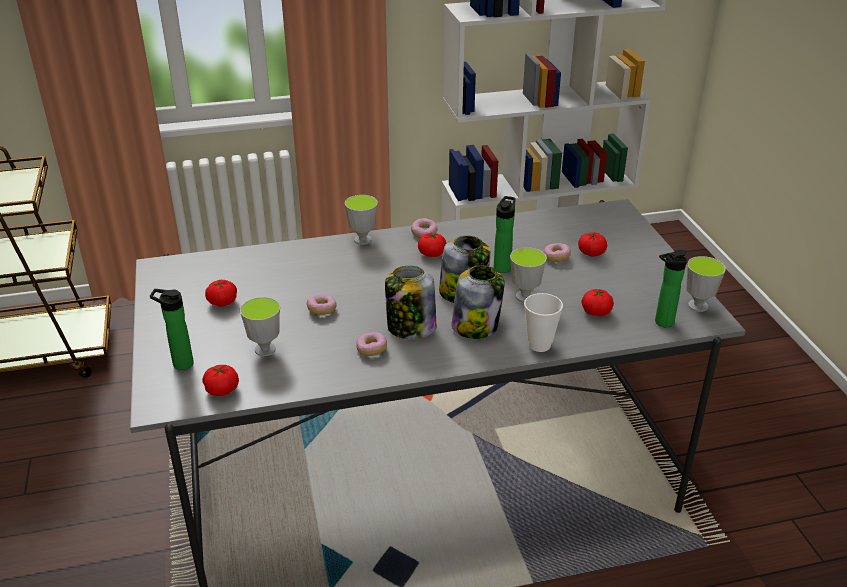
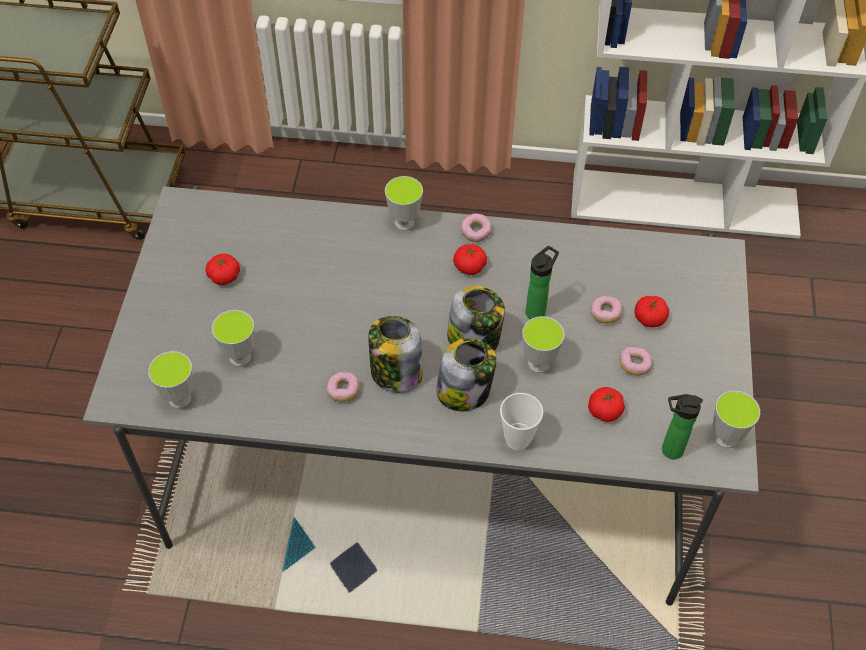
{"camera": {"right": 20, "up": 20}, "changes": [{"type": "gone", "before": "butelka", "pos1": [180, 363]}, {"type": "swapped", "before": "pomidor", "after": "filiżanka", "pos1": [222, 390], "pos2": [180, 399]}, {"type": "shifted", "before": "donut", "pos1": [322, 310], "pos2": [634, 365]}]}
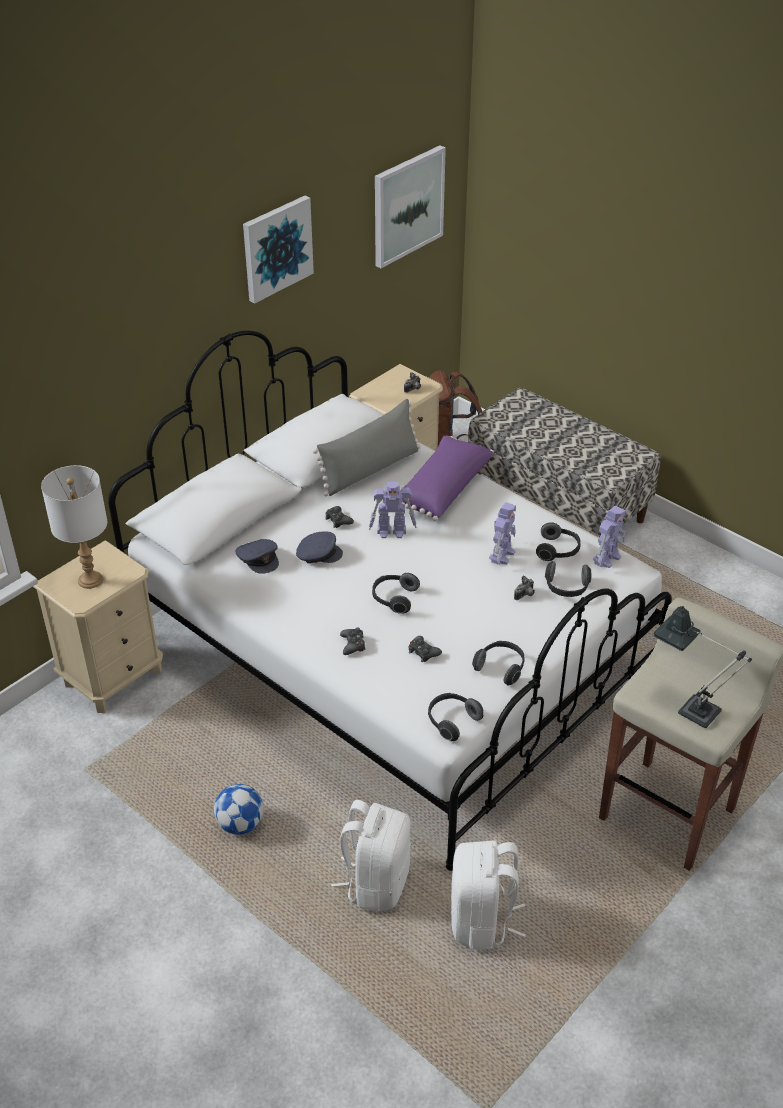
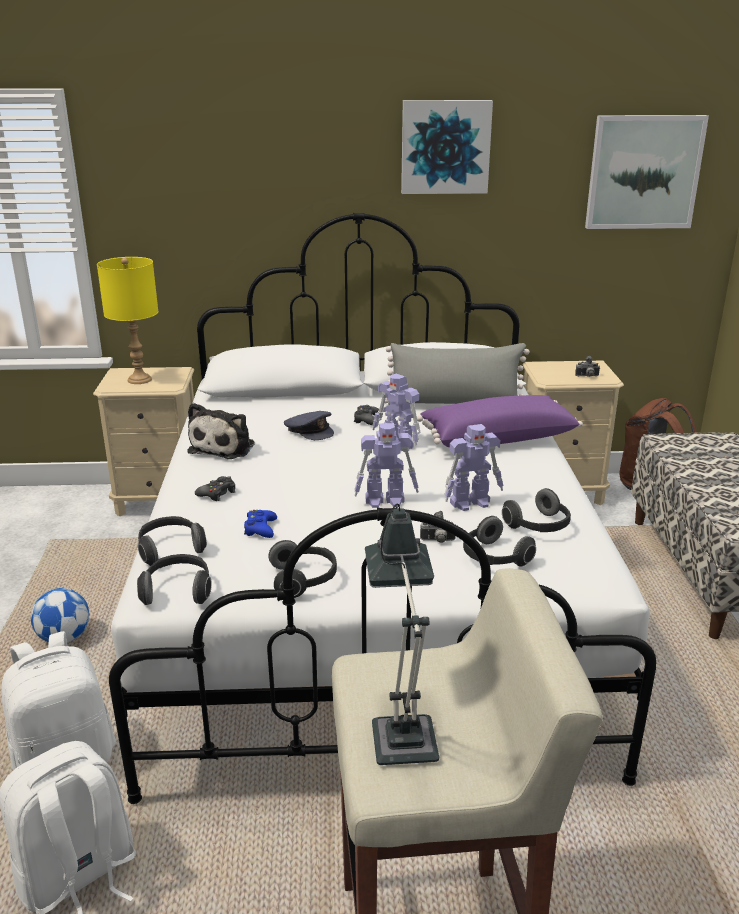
{"camera": {"right": 45, "up": -15}, "changes": [{"type": "repainted", "before": "lampa stołowa/biały", "after": "lampa stołowa/żółty", "pos1": [91, 580], "pos2": [140, 380]}, {"type": "gone", "before": "czapka z daszkiem/szary", "pos1": [259, 559]}, {"type": "shifted", "before": "słuchawki", "pos1": [394, 599], "pos2": [170, 549]}, {"type": "repainted", "before": "pad do gier/czarny", "after": "pad do gier/niebieski", "pos1": [423, 652], "pos2": [260, 529]}, {"type": "shifted", "before": "robot zabawkowy", "pos1": [607, 558], "pos2": [386, 501]}, {"type": "new", "after": "pluszak", "pos2": [224, 447]}]}
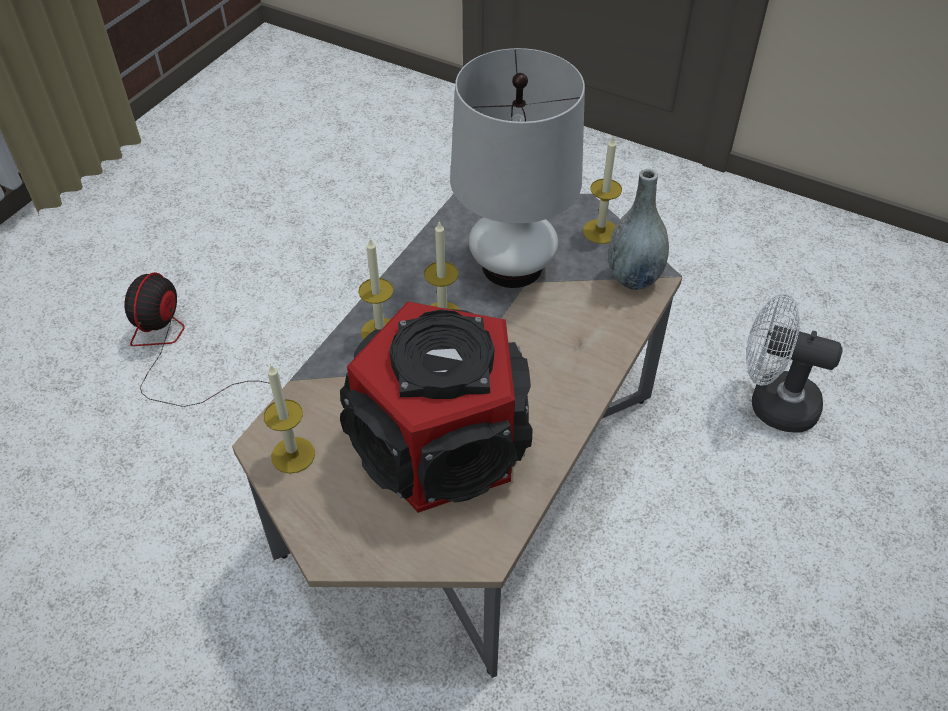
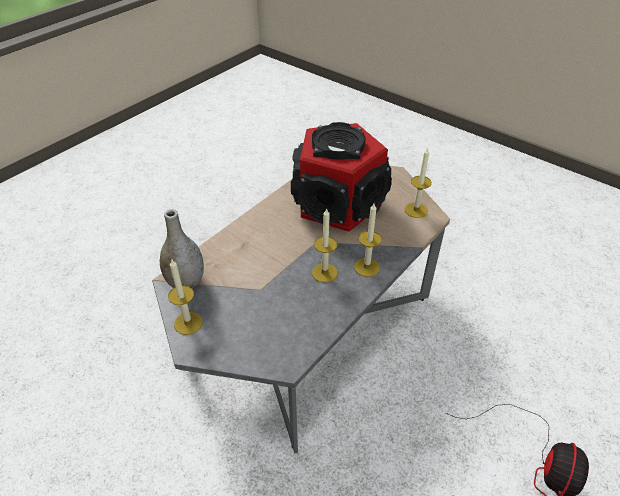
{"camera": {"right": -170, "up": -5}, "changes": [{"type": "gone", "before": "lampa stołowa/biały", "pos1": [512, 266]}, {"type": "gone", "before": "wentylator/biały", "pos1": [772, 403]}]}
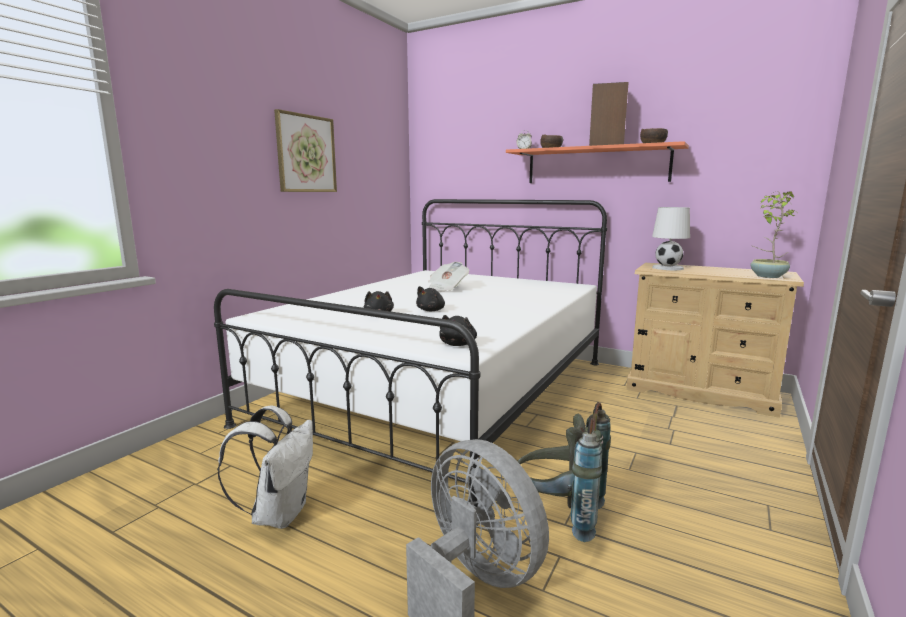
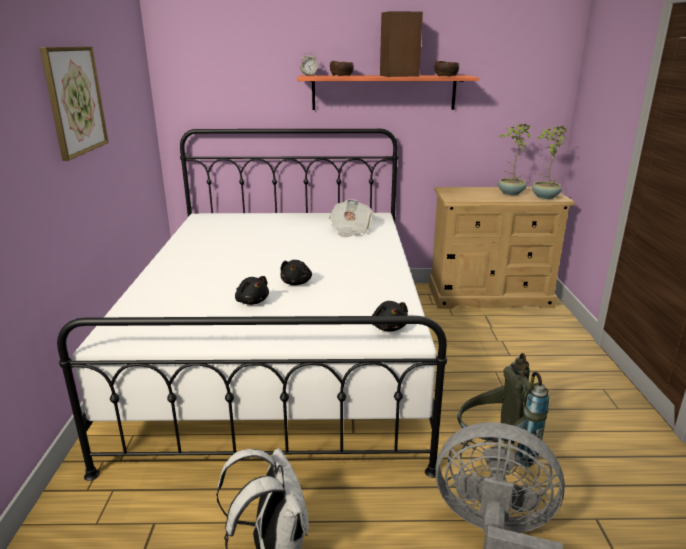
{"camera": {"right": -30, "up": 10}, "changes": [{"type": "shifted", "before": "gazeta", "pos1": [446, 289], "pos2": [350, 230]}, {"type": "gone", "before": "lampa stołowa/biały", "pos1": [667, 268]}, {"type": "new", "after": "roślina doniczkowa", "pos2": [510, 193]}]}
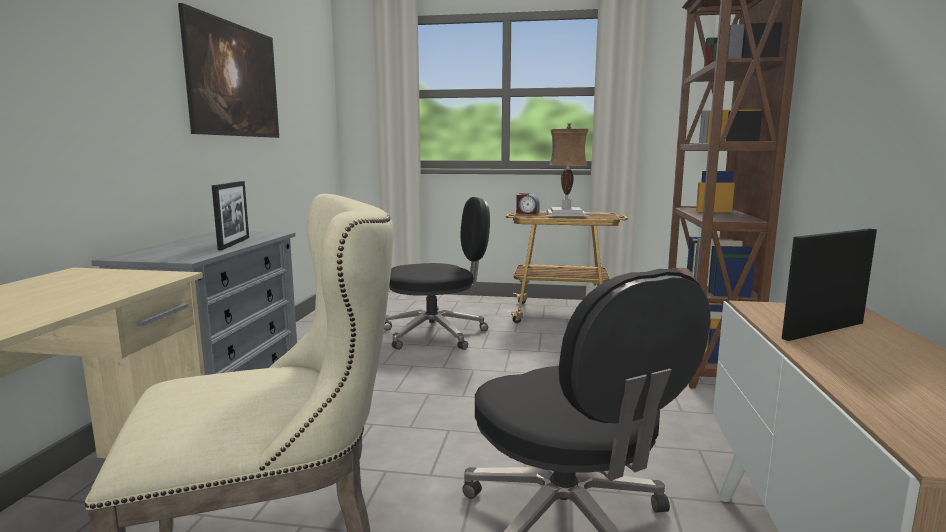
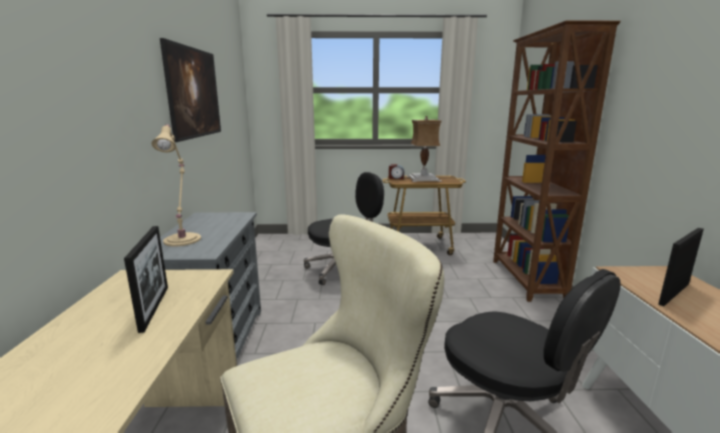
{"camera": {"right": -10, "up": 5}, "changes": [{"type": "shifted", "before": "ramka na zdjęcie", "pos1": [234, 243], "pos2": [154, 307]}, {"type": "new", "after": "lampa stołowa/beżowy", "pos2": [183, 239]}]}
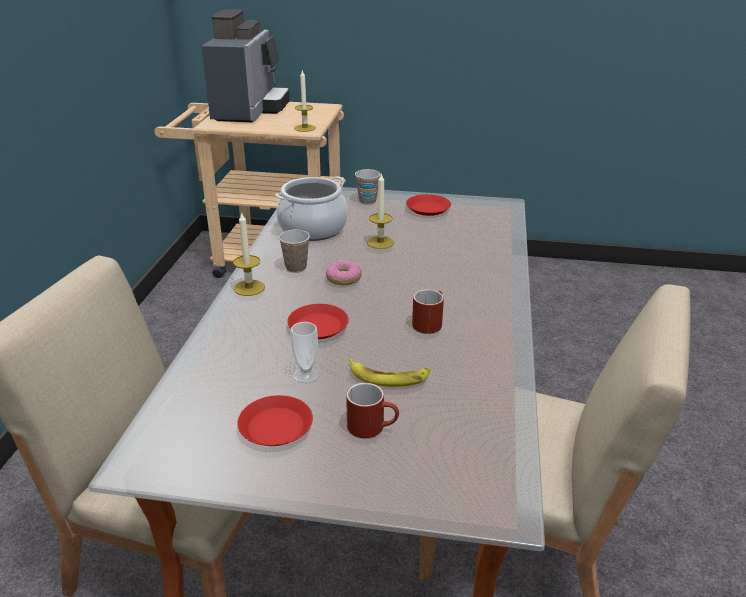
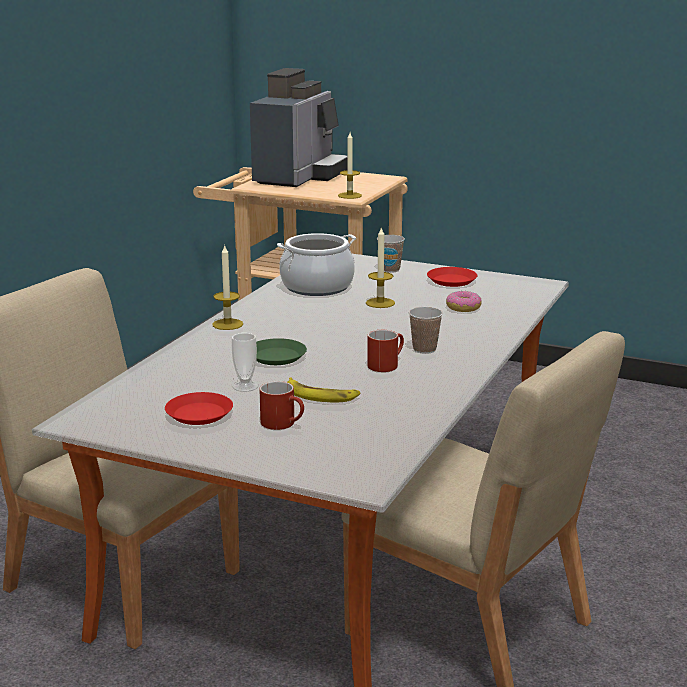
{"camera": {"right": 15, "up": -10}, "changes": [{"type": "shifted", "before": "filiżanka", "pos1": [296, 267], "pos2": [424, 349]}, {"type": "repainted", "before": "talerz/czerwony", "after": "talerz/zielony", "pos1": [318, 326], "pos2": [277, 356]}, {"type": "shifted", "before": "donut", "pos1": [343, 279], "pos2": [463, 308]}]}
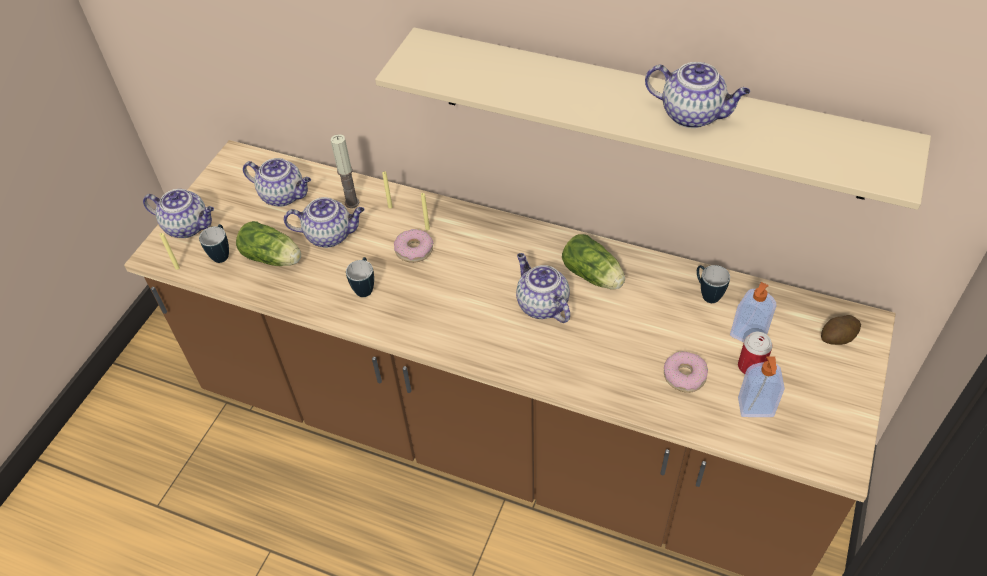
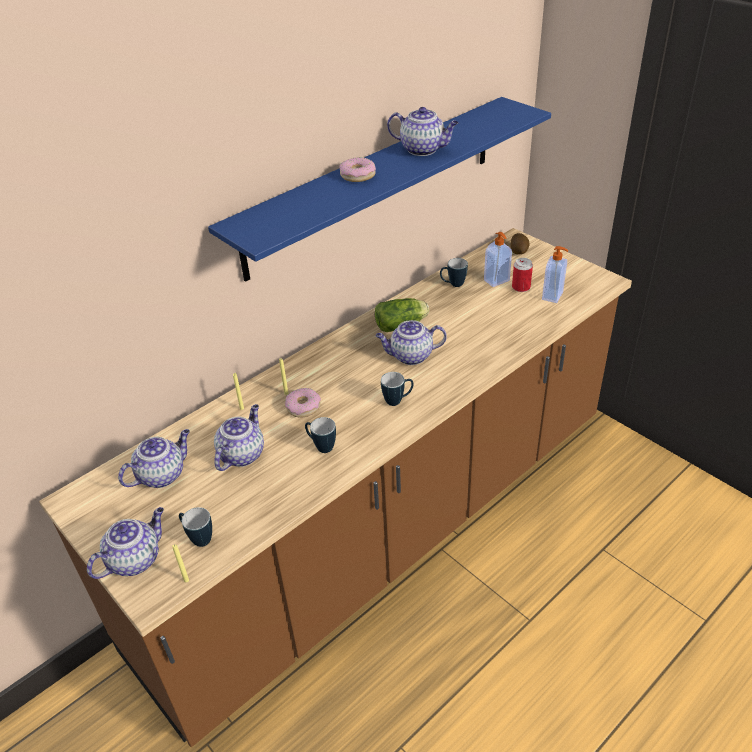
{"camera": {"right": -65, "up": -10}, "changes": [{"type": "gone", "before": "sałata", "pos1": [274, 258]}, {"type": "gone", "before": "świeca", "pos1": [352, 202]}, {"type": "repainted", "before": "półka/beżowy", "after": "półka/niebieski", "pos1": [648, 113], "pos2": [374, 185]}, {"type": "rotated", "before": "imbryk", "pos1": [693, 115], "pos2": [423, 149], "turn": 60}, {"type": "shifted", "before": "donut", "pos1": [684, 376], "pos2": [357, 175]}, {"type": "new", "after": "kubek", "pos2": [397, 400]}]}
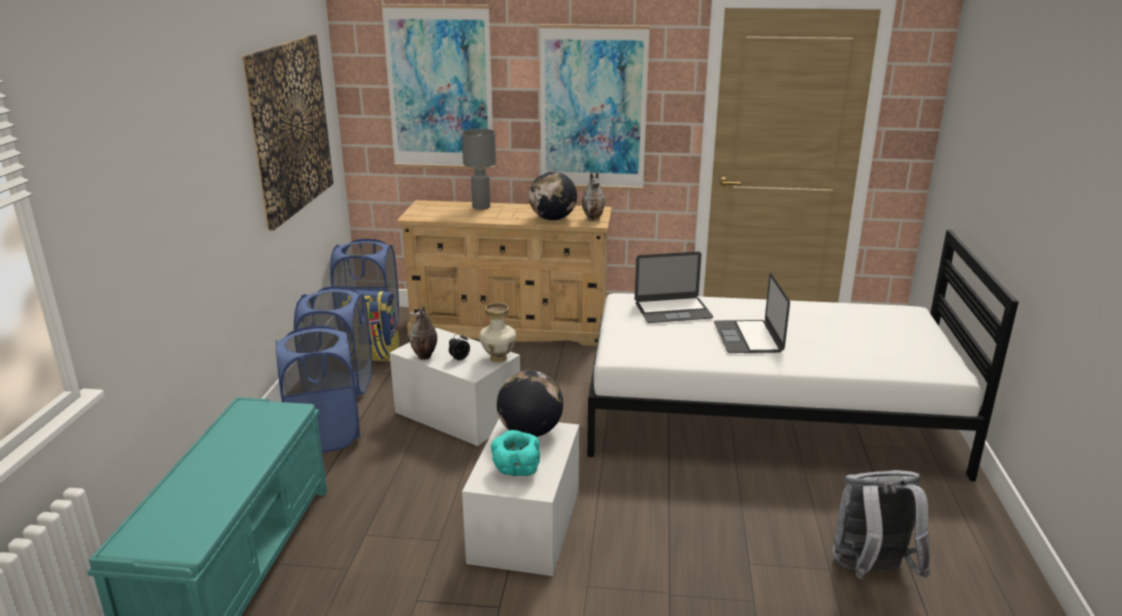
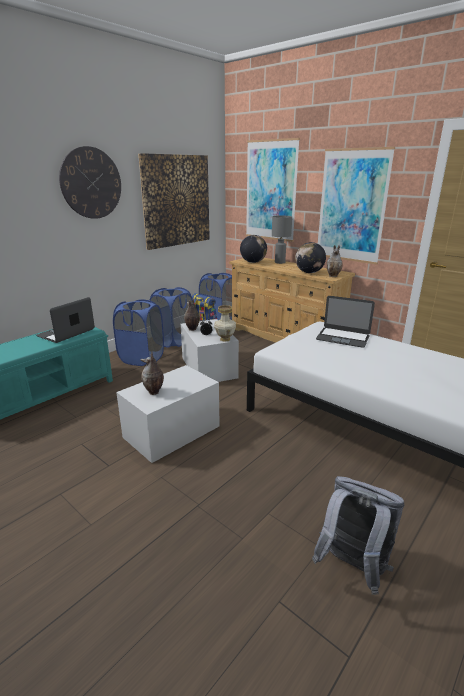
{"camera": {"right": 35, "up": 0}, "changes": [{"type": "swapped", "before": "miska/turkusowy", "after": "wazon", "pos1": [516, 470], "pos2": [154, 392]}, {"type": "shifted", "before": "globus", "pos1": [530, 432], "pos2": [253, 262]}, {"type": "shifted", "before": "laptop", "pos1": [748, 337], "pos2": [66, 333]}, {"type": "new", "after": "zegar ścienny", "pos2": [91, 183]}]}
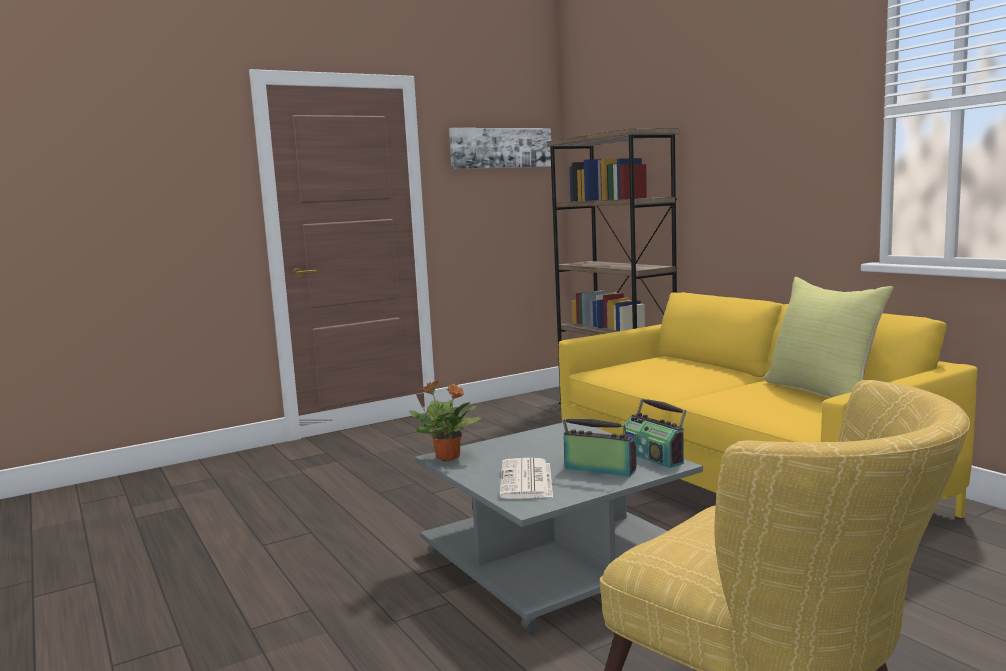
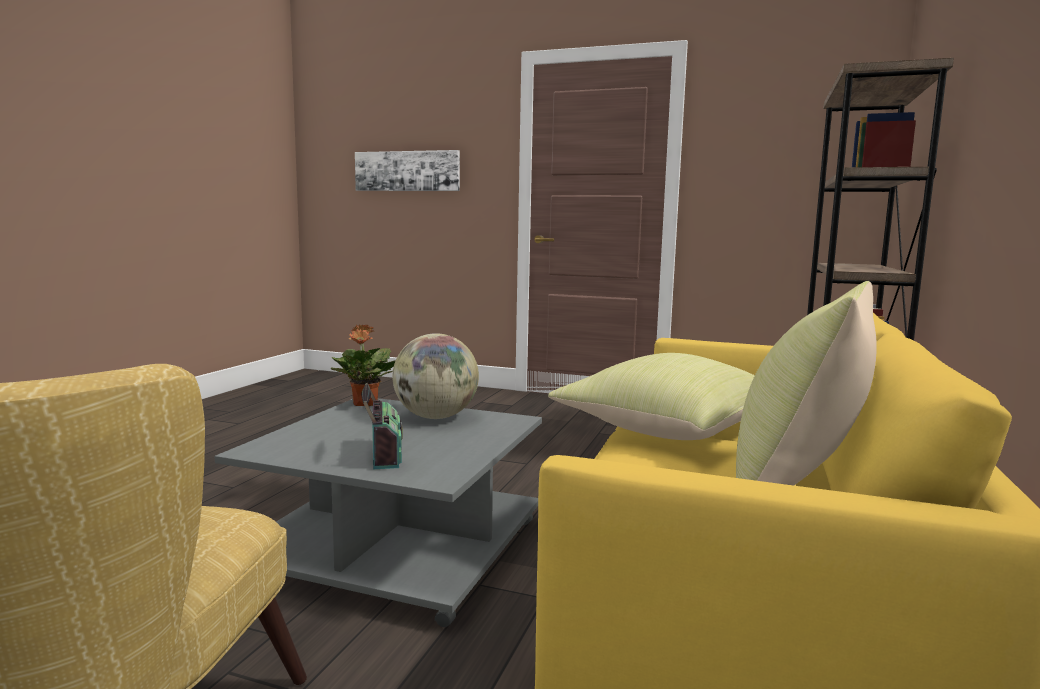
{"camera": {"right": 50, "up": 0}, "changes": [{"type": "shifted", "before": "obraz", "pos1": [501, 148], "pos2": [407, 171]}, {"type": "gone", "before": "gazeta", "pos1": [527, 480]}, {"type": "gone", "before": "radio", "pos1": [654, 457]}, {"type": "new", "after": "globus", "pos2": [435, 417]}, {"type": "new", "after": "poduszka/żółty", "pos2": [668, 430]}]}
